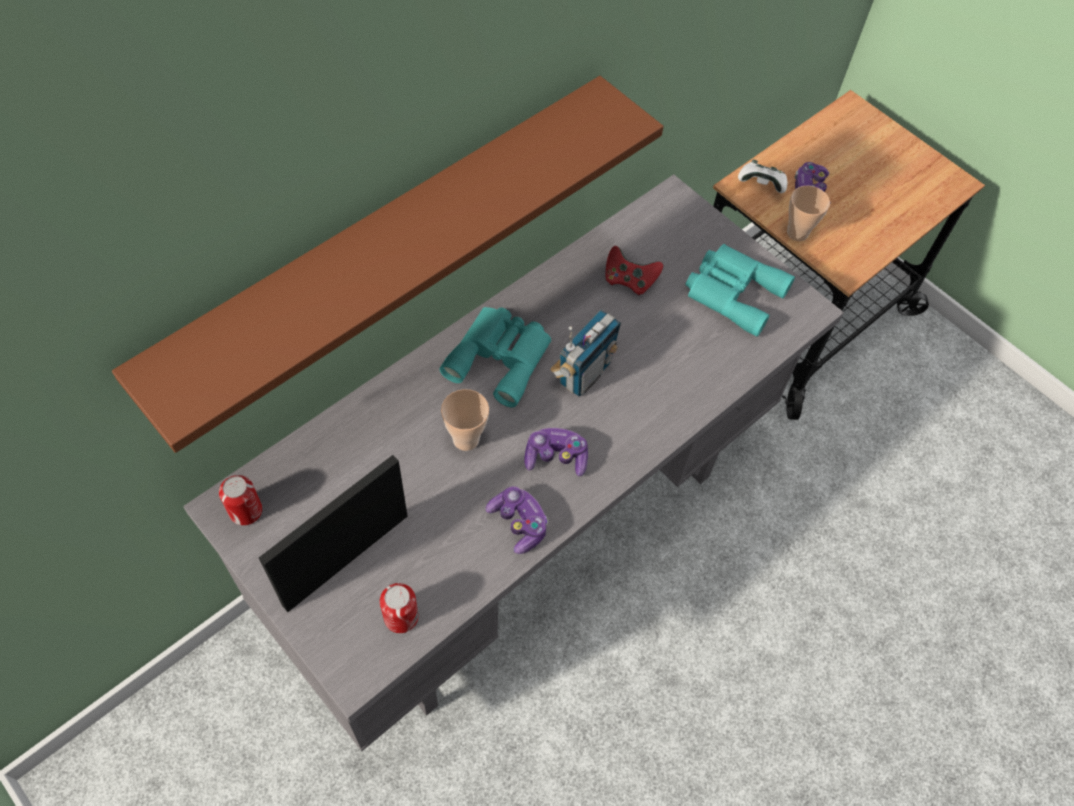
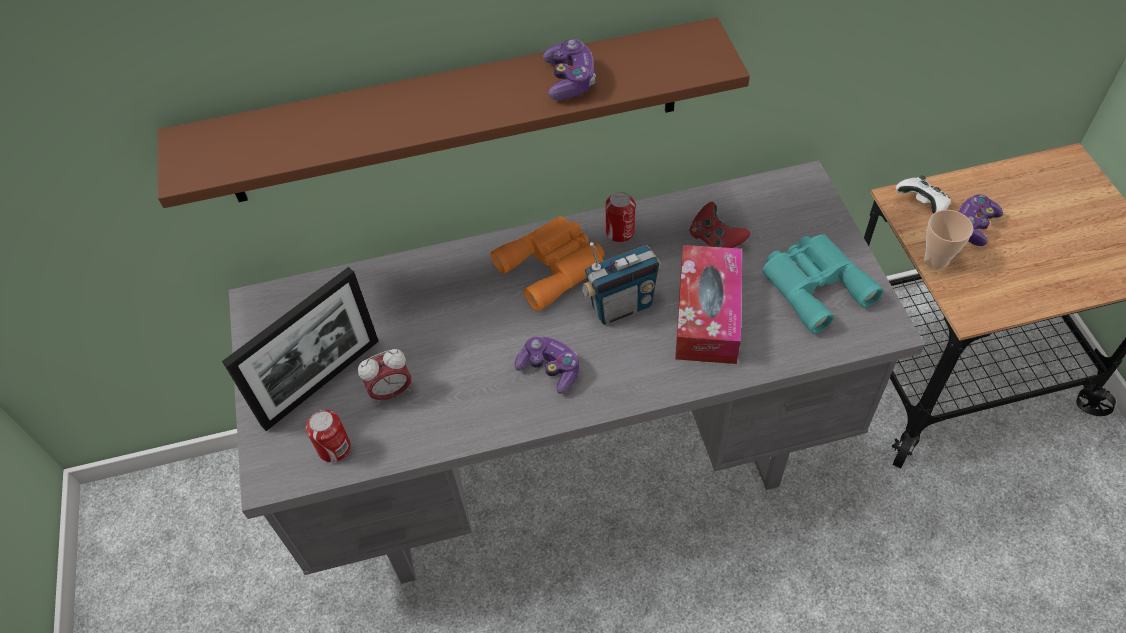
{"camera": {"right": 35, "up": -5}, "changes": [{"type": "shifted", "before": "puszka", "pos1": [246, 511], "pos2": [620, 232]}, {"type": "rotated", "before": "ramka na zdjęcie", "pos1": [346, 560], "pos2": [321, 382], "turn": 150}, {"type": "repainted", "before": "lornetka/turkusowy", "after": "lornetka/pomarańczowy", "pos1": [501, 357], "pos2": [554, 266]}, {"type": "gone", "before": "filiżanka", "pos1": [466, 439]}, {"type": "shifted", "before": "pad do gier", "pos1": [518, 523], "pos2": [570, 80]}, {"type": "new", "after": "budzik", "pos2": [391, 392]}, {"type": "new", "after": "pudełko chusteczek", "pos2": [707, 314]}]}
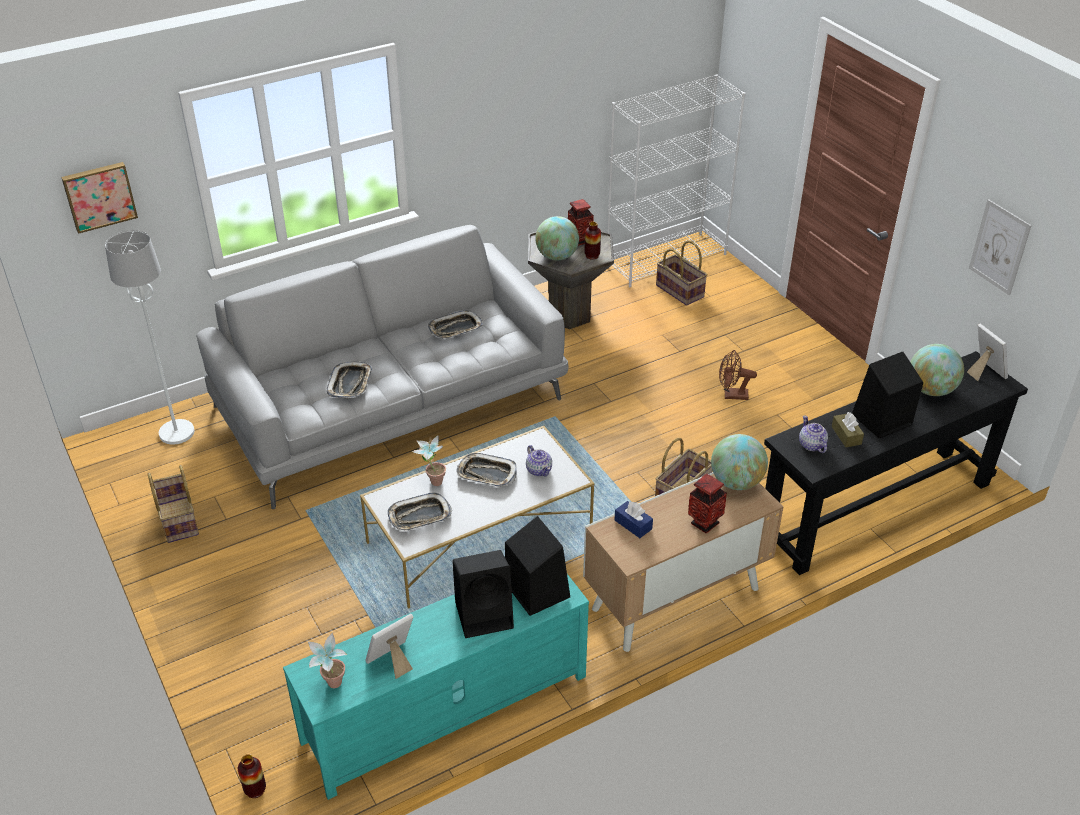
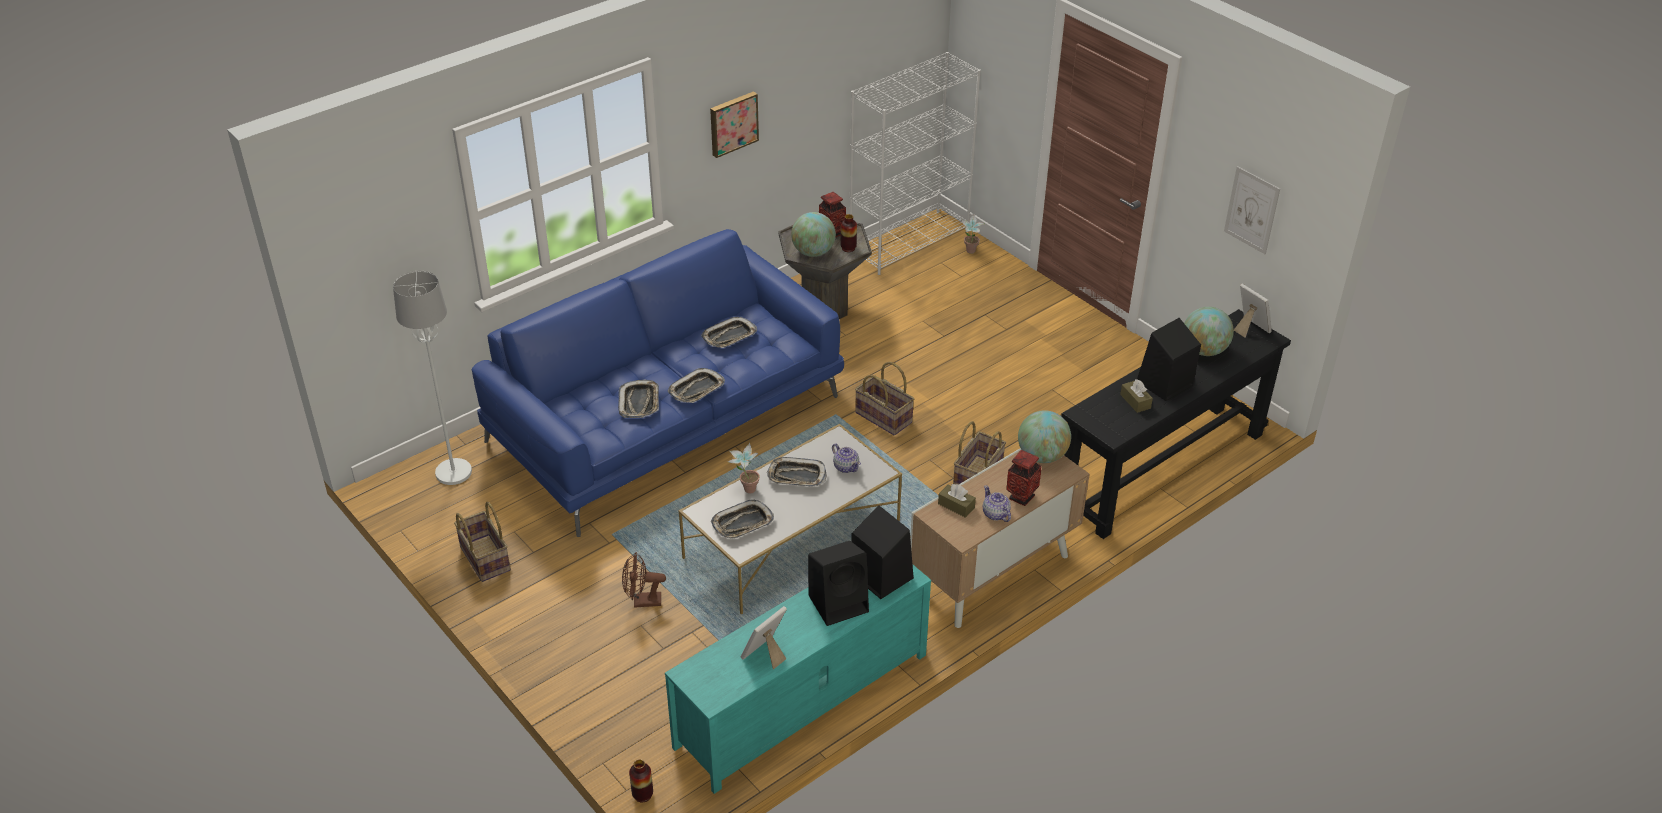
{"camera": {"right": -10, "up": 0}, "changes": [{"type": "shifted", "before": "obraz", "pos1": [99, 196], "pos2": [733, 123]}, {"type": "repainted", "before": "kanapa/szary", "after": "kanapa/niebieski", "pos1": [391, 403], "pos2": [667, 418]}, {"type": "shifted", "before": "roślina doniczkowa", "pos1": [332, 687], "pos2": [970, 253]}, {"type": "repainted", "before": "pudełko chusteczek/niebieski", "after": "pudełko chusteczek/brązowy", "pos1": [633, 524], "pos2": [956, 506]}, {"type": "shifted", "before": "koszyk", "pos1": [680, 291], "pos2": [884, 417]}, {"type": "shifted", "before": "wentylator/brązowy", "pos1": [731, 395], "pos2": [642, 602]}, {"type": "shifted", "before": "imbryk", "pos1": [811, 445], "pos2": [995, 514]}, {"type": "new", "after": "taca", "pos2": [697, 390]}]}
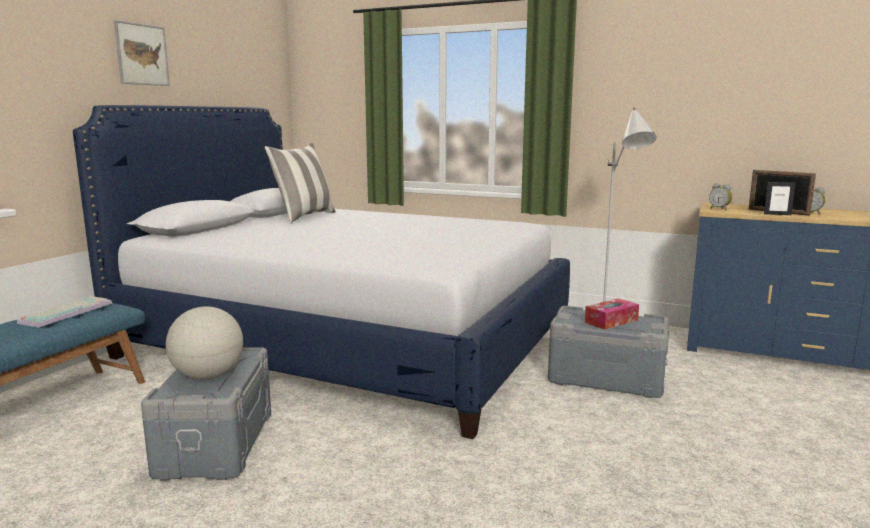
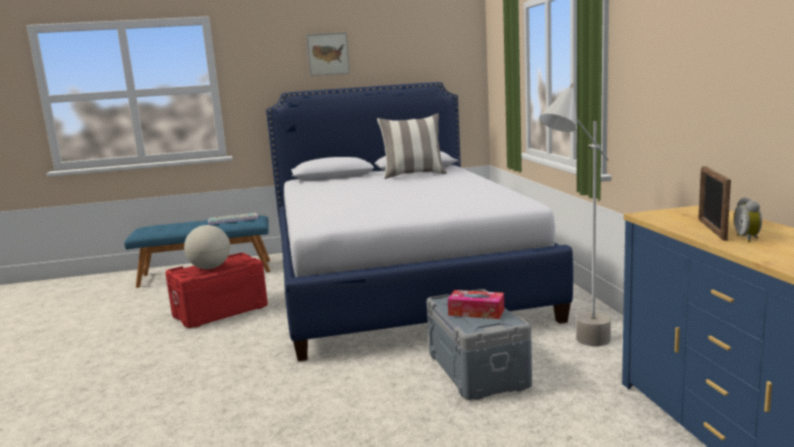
{"camera": {"right": 55, "up": 0}, "changes": [{"type": "repainted", "before": "pojemnik do przechowywania/szary", "after": "pojemnik do przechowywania/czerwony", "pos1": [214, 443], "pos2": [220, 311]}, {"type": "gone", "before": "budzik", "pos1": [719, 209]}, {"type": "gone", "before": "ramka na zdjęcie", "pos1": [777, 214]}]}
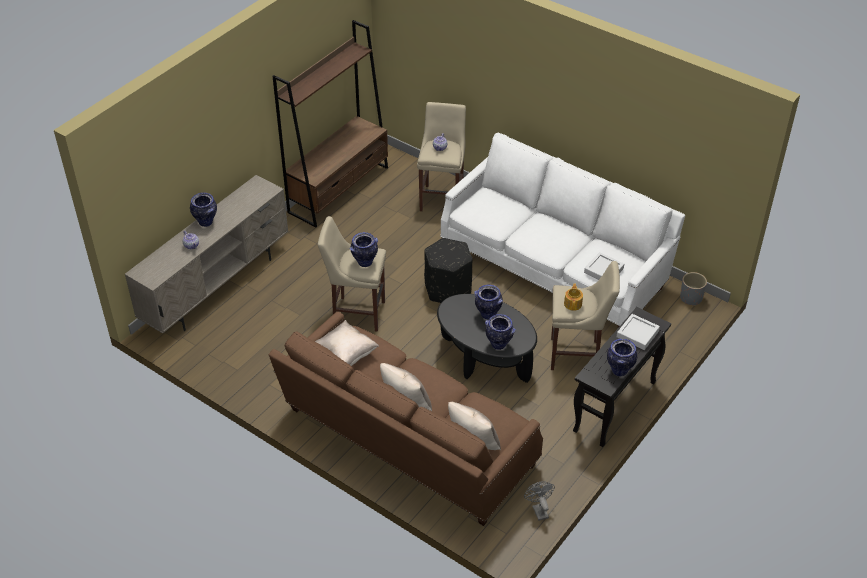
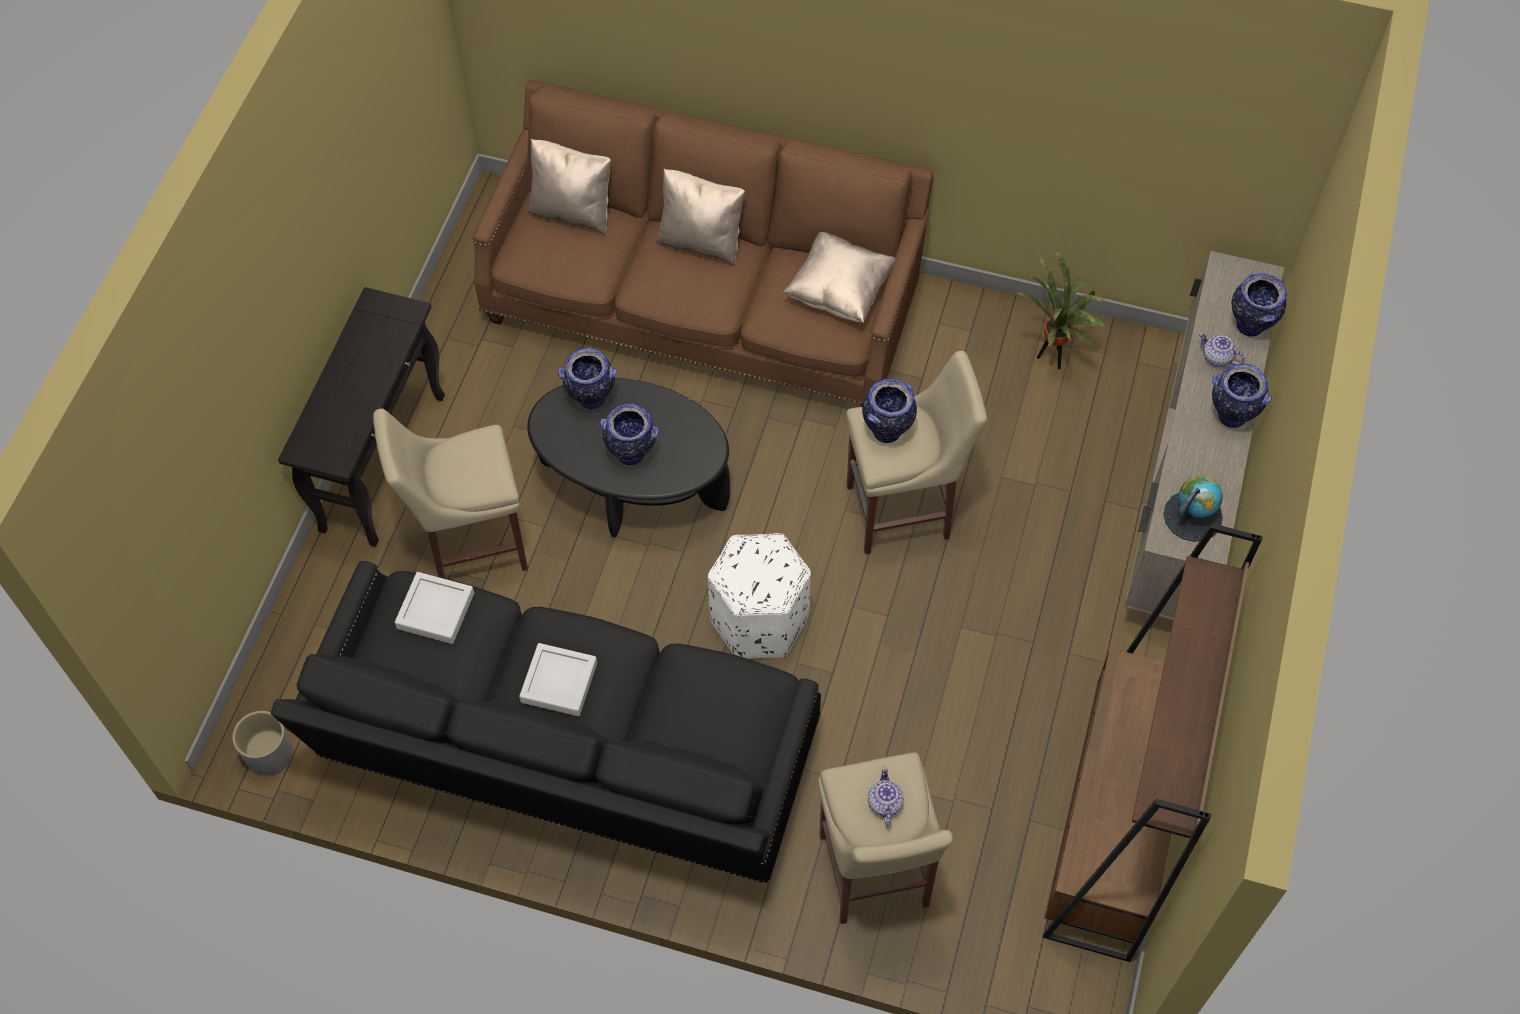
{"camera": {"right": 160, "up": 15}, "changes": [{"type": "repainted", "before": "pufa/czarny", "after": "pufa/biały", "pos1": [448, 289], "pos2": [758, 620]}, {"type": "repainted", "before": "kanapa/biały", "after": "kanapa/czarny", "pos1": [555, 264], "pos2": [566, 756]}, {"type": "gone", "before": "wentylator/szary", "pos1": [538, 509]}, {"type": "gone", "before": "imbryk", "pos1": [573, 304]}, {"type": "shifted", "before": "wazon", "pos1": [619, 370], "pos2": [1250, 327]}, {"type": "shifted", "before": "taca/szary", "pos1": [637, 334], "pos2": [559, 682]}, {"type": "new", "after": "roślina doniczkowa", "pos2": [1051, 359]}, {"type": "new", "after": "globus", "pos2": [1192, 516]}]}
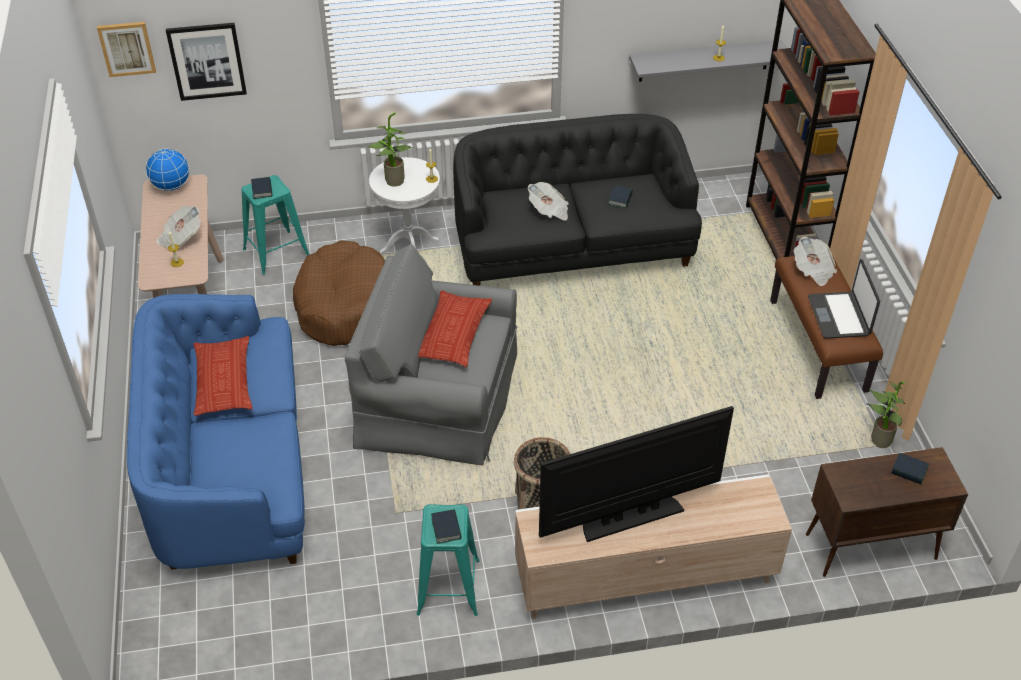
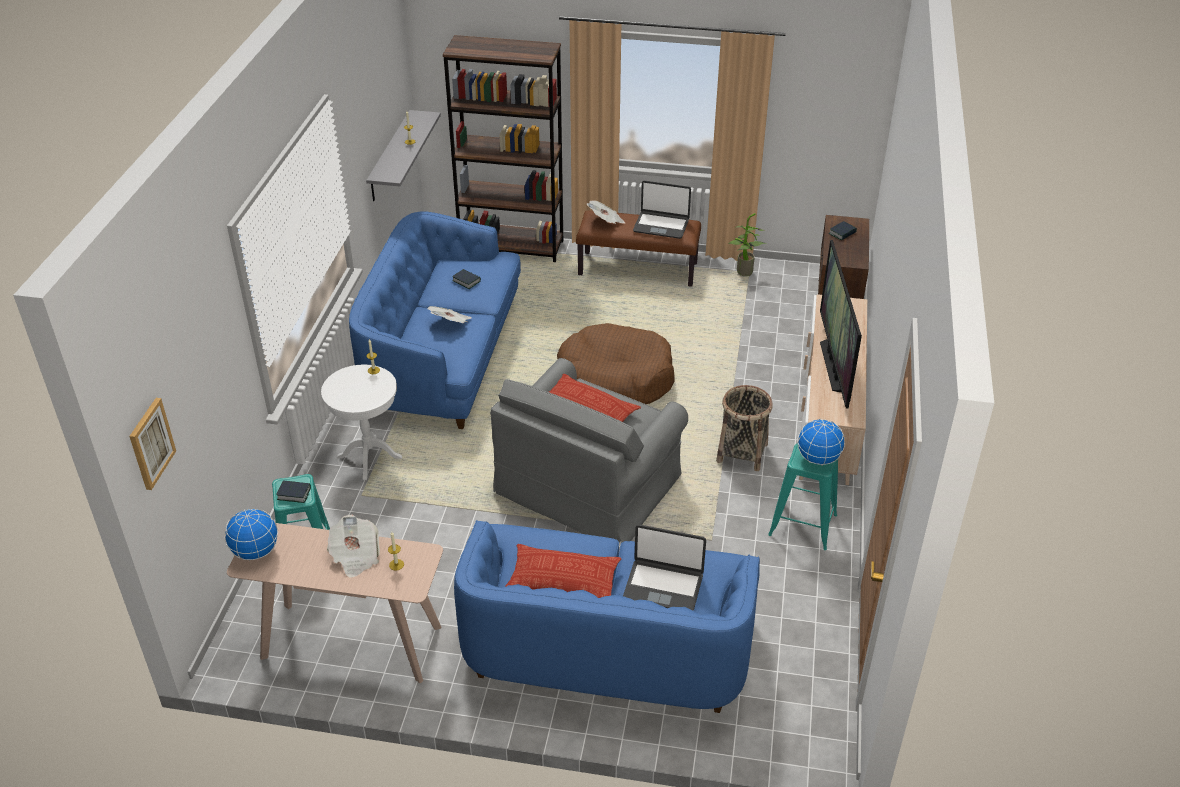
{"camera": {"right": -70, "up": -5}, "changes": [{"type": "gone", "before": "obraz", "pos1": [207, 61]}, {"type": "shifted", "before": "legowisko/brązowy", "pos1": [344, 305], "pos2": [615, 378]}, {"type": "gone", "before": "roślina doniczkowa", "pos1": [392, 182]}, {"type": "swapped", "before": "książka", "after": "globus", "pos1": [446, 528], "pos2": [818, 459]}, {"type": "repainted", "before": "kanapa/czarny", "after": "kanapa/niebieski", "pos1": [572, 247], "pos2": [443, 357]}, {"type": "new", "after": "laptop", "pos2": [663, 586]}]}
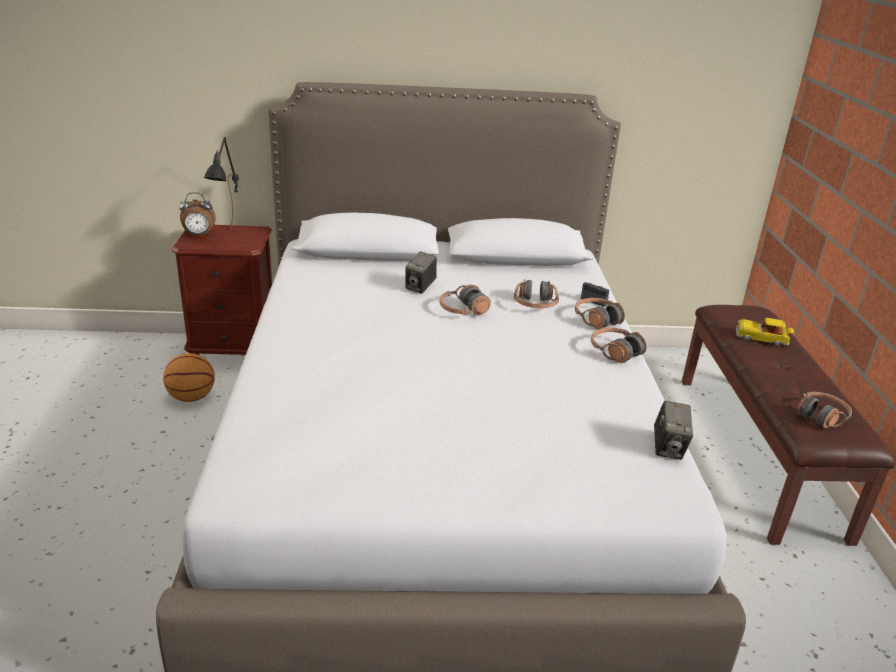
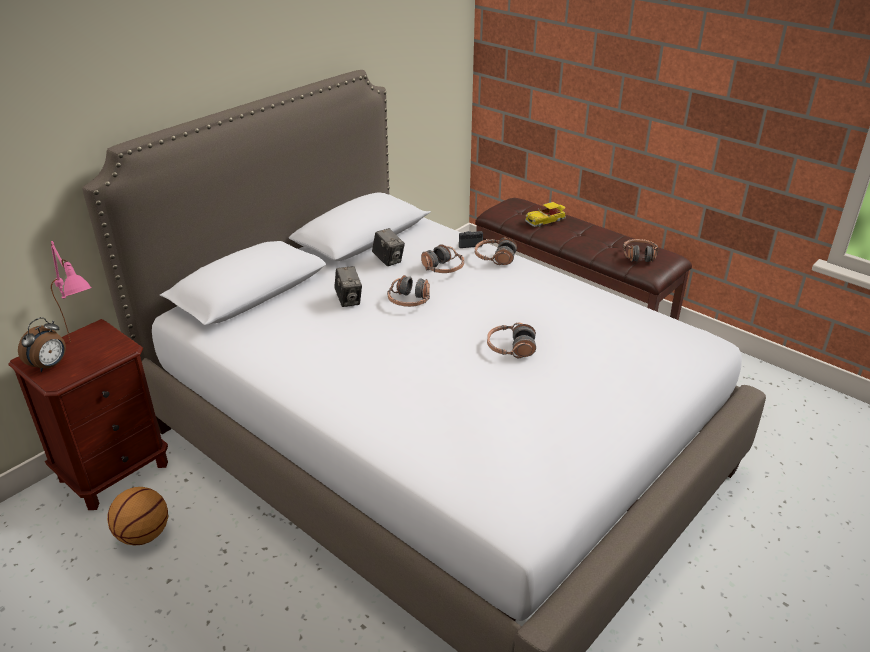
{"camera": {"right": -45, "up": 5}, "changes": [{"type": "repainted", "before": "lampa stołowa/czarny", "after": "lampa stołowa/różowy", "pos1": [230, 238], "pos2": [89, 350]}, {"type": "shifted", "before": "słuchawki", "pos1": [615, 351], "pos2": [510, 348]}, {"type": "shifted", "before": "aparat fotograficzny", "pos1": [668, 448], "pos2": [388, 260]}]}
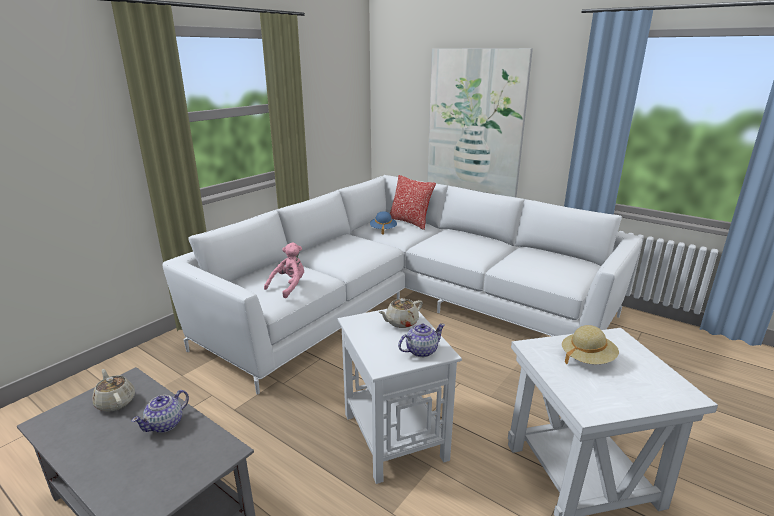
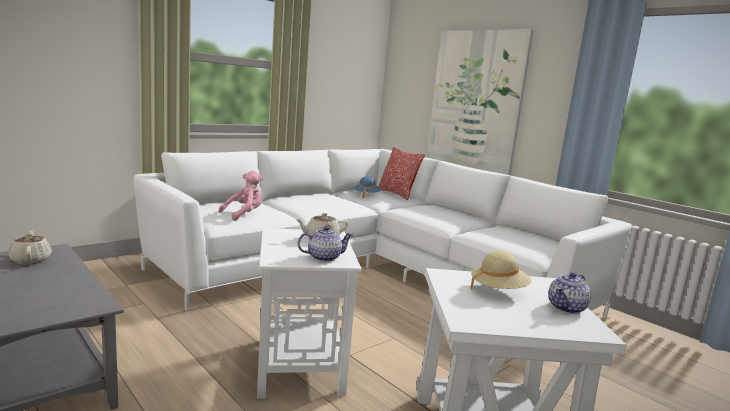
{"camera": {"right": 10, "up": -10}, "changes": [{"type": "shifted", "before": "imbryk", "pos1": [166, 424], "pos2": [567, 308]}]}
